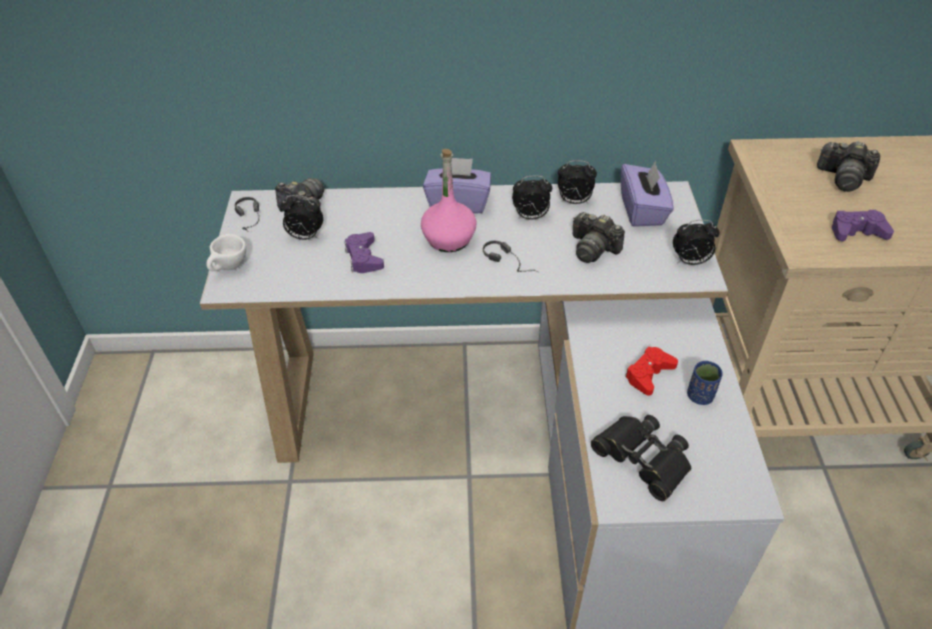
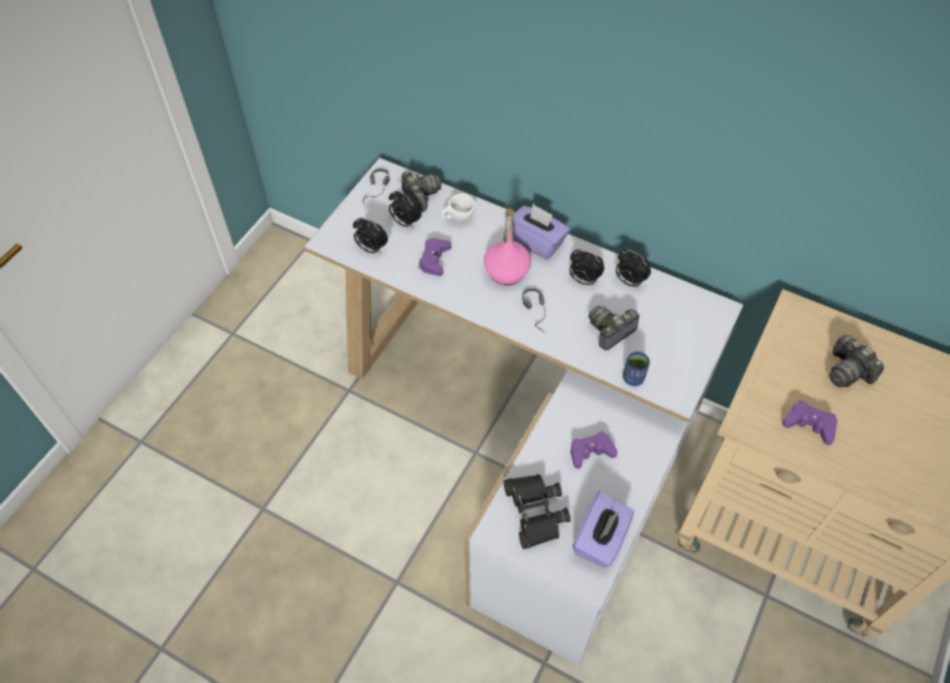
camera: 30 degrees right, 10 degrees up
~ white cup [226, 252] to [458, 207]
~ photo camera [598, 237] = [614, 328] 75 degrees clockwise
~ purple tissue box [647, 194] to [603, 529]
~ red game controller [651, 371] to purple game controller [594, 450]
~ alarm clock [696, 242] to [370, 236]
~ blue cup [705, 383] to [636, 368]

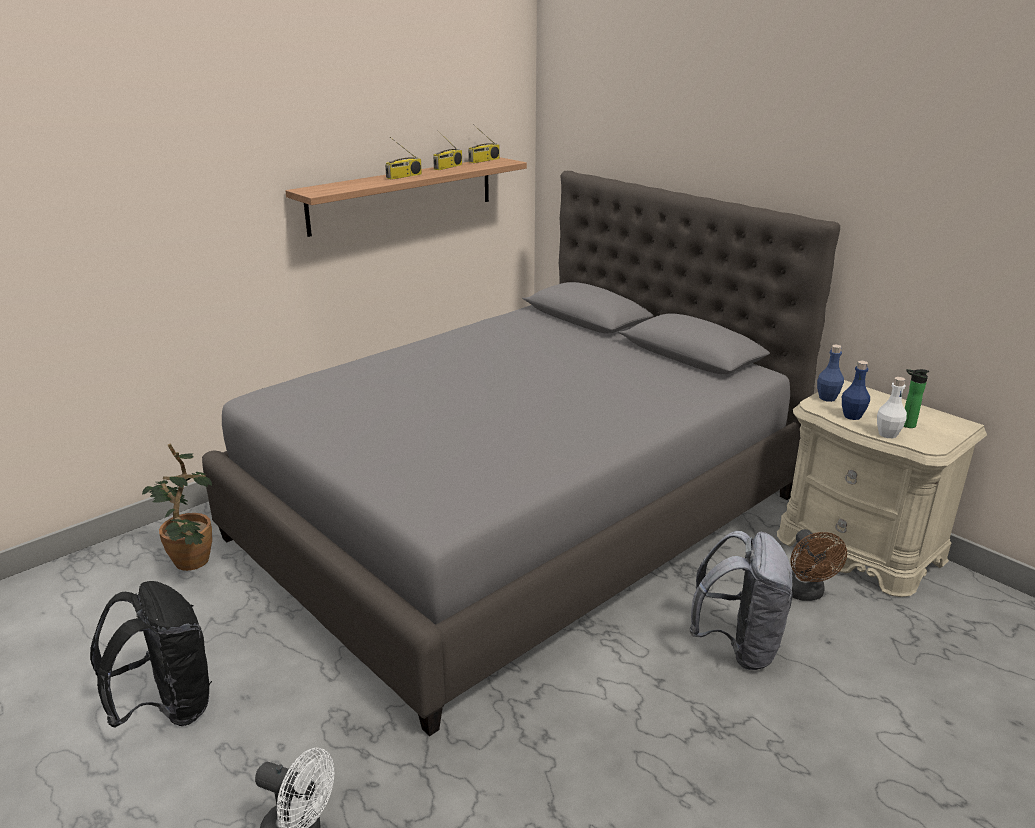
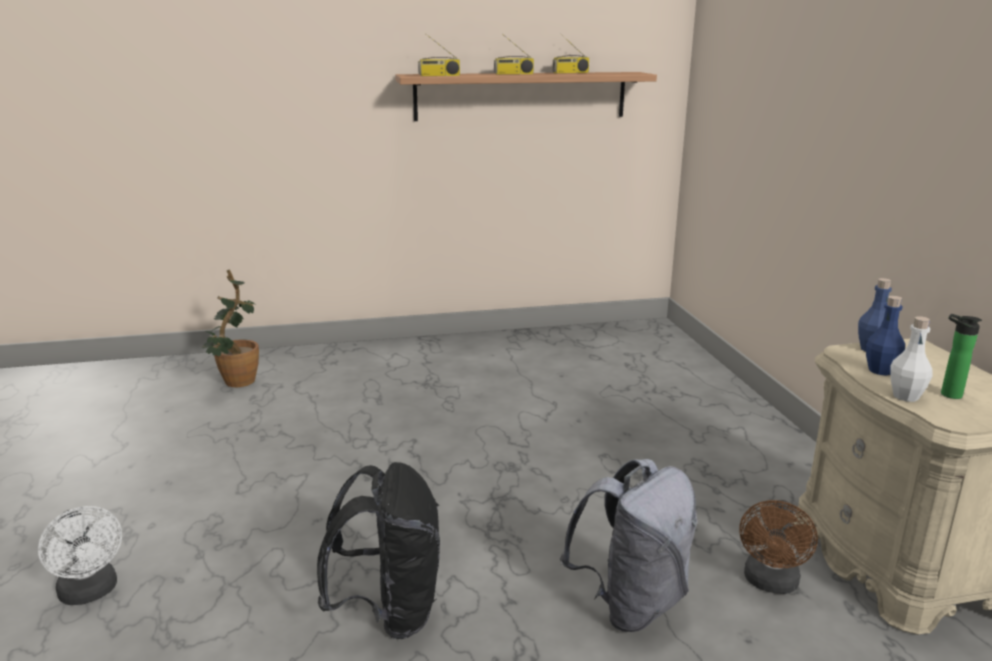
camera: 30 degrees right, 5 degrees down
~ black backpack [151, 654] to [378, 550]
- grey bed [521, 453]
~ radio [484, 143] to [439, 55]

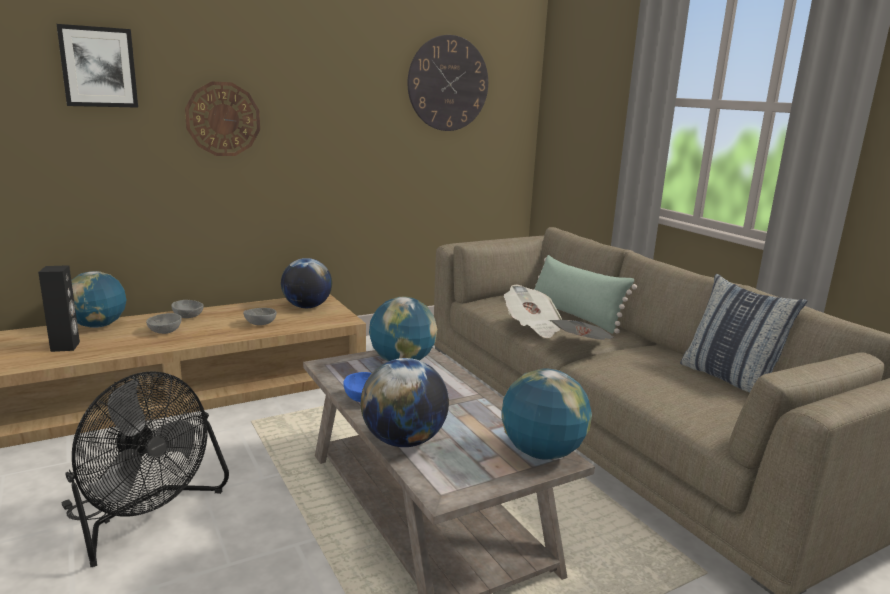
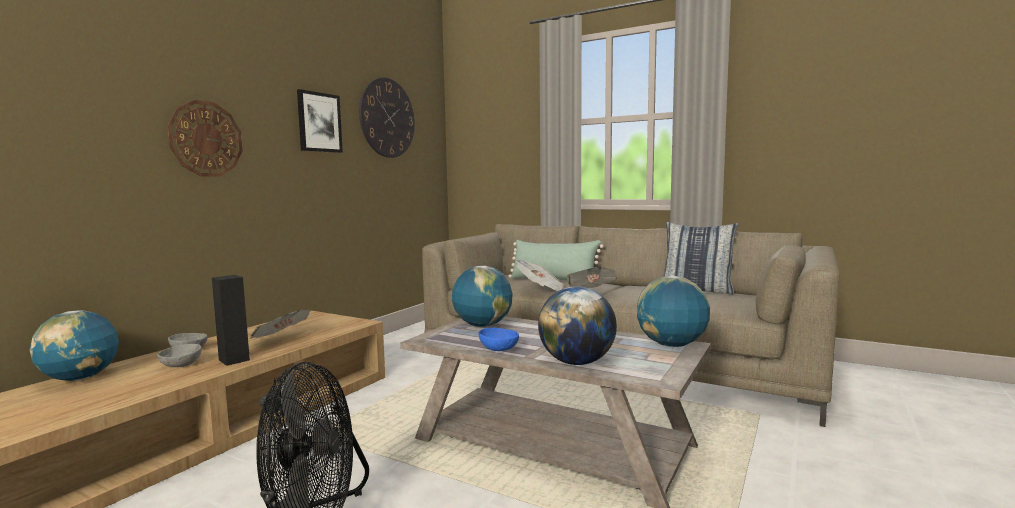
camera: 30 degrees left, 10 degrees down
~ black speaker [59, 308] to [231, 320]
~ picture [97, 66] to [320, 121]
~ grey bowl [260, 316] to newspaper [280, 324]
- globe [306, 283]

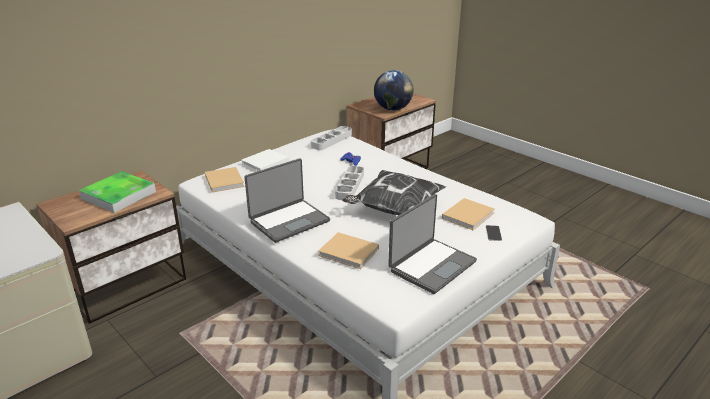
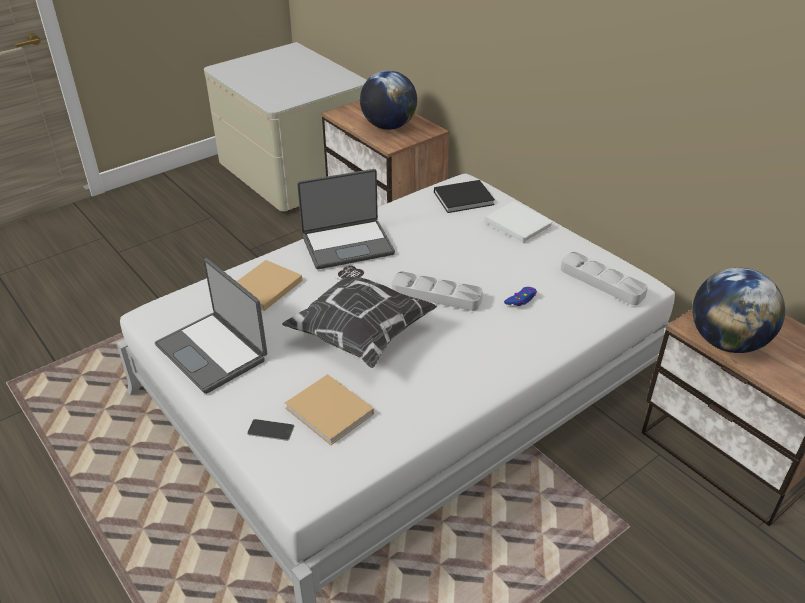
camera: 95 degrees right, 10 degrees up
~ tray [117, 192] to globe [388, 100]
~ beige book [225, 179] to black book [464, 196]
~ laptop [287, 200] = [346, 219] 75 degrees counterclockwise

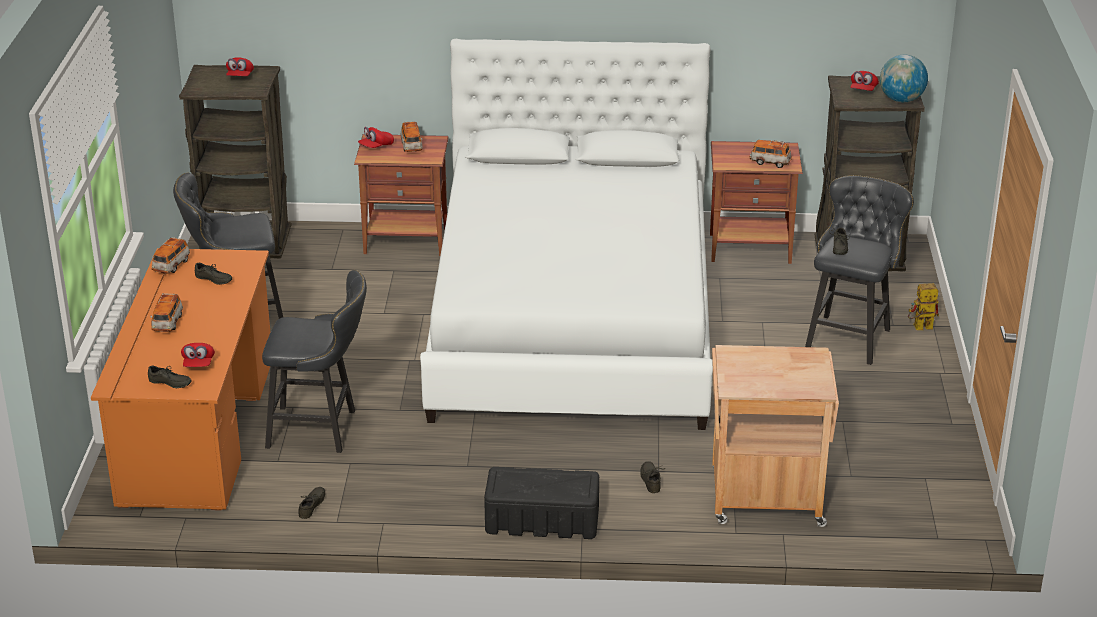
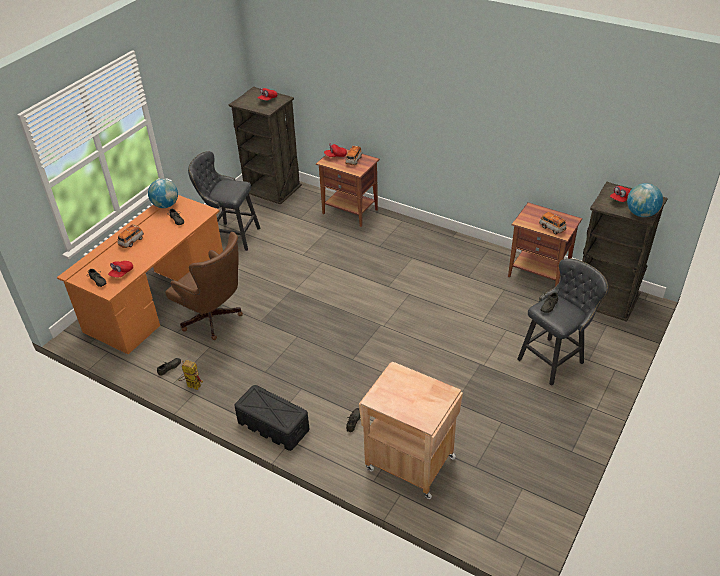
camera: 30 degrees right, 10 degrees up
~ toy car [171, 255] to globe [163, 193]
~ grey stool [314, 361] to brown office chair [204, 286]
- white bed [566, 234]
~ toy robot [923, 306] to [190, 375]

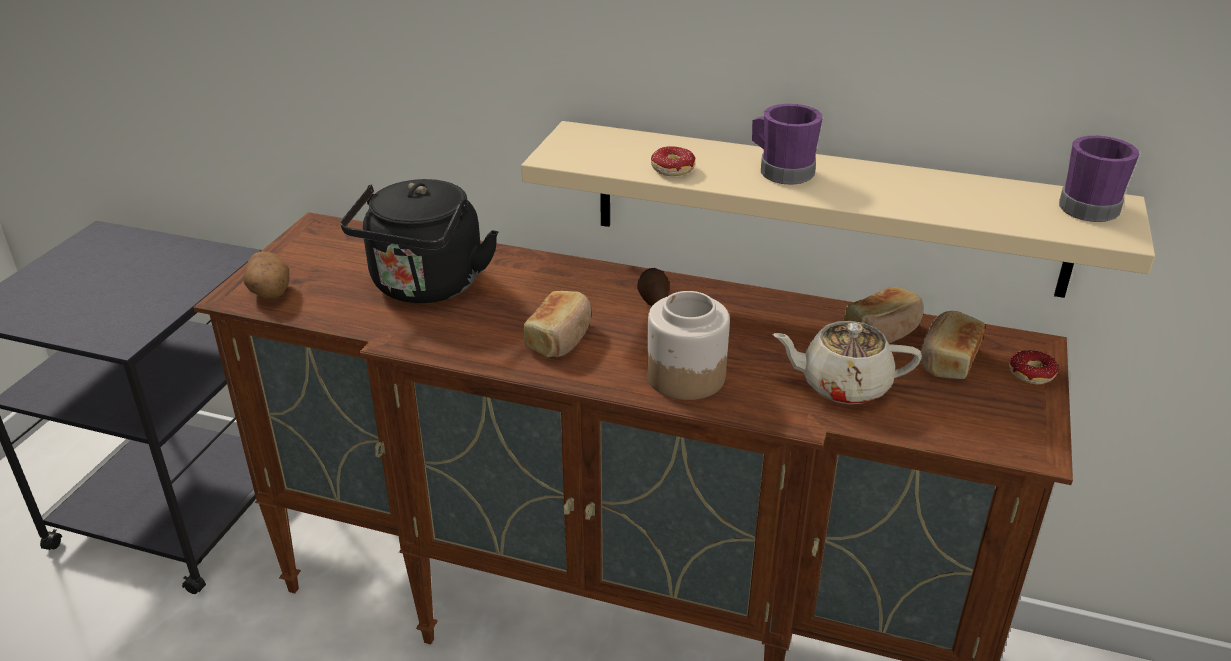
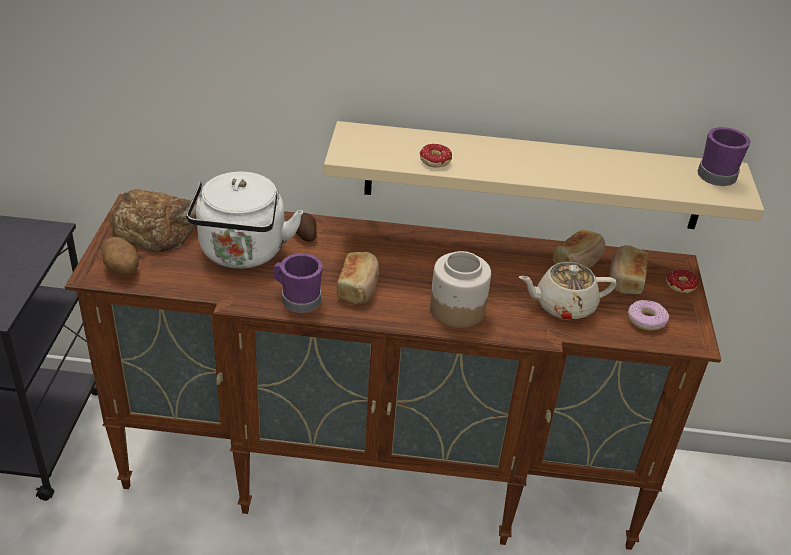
camera: 15 degrees left, 5 degrees up
~ black kettle [419, 241] to white kettle [244, 220]
~ potato [653, 287] to [306, 227]
~ purple mug [787, 144] to [297, 283]
+ bread [152, 220]
+ donut [648, 315]

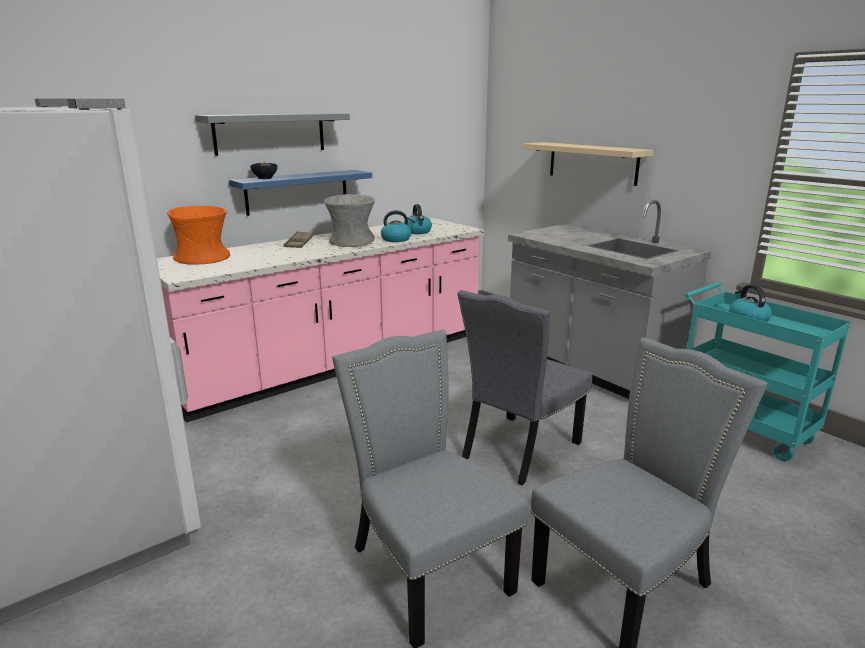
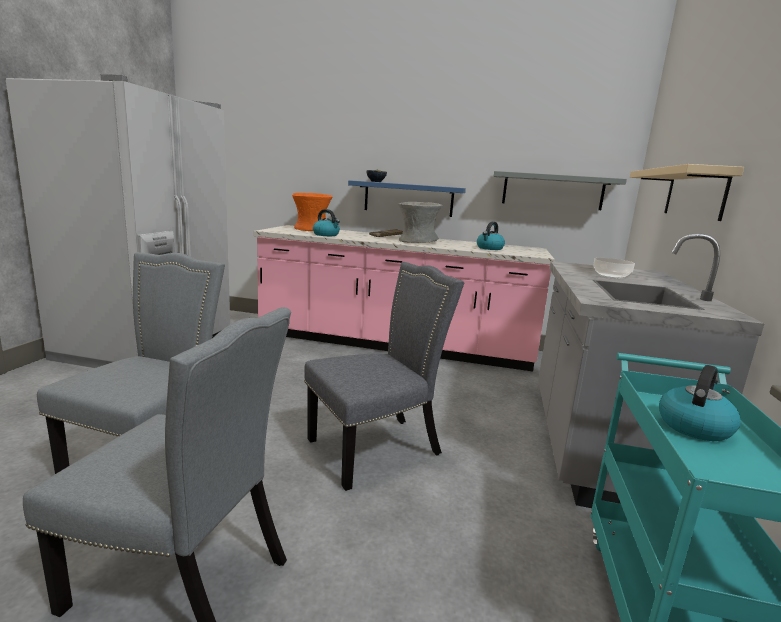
camera: 50 degrees right, 5 degrees down
~ grey shelf [272, 134] to [560, 190]
~ kettle [398, 226] to [326, 222]
~ grey chair [524, 387] = [384, 376] 150 degrees clockwise
+ bowl [614, 268]

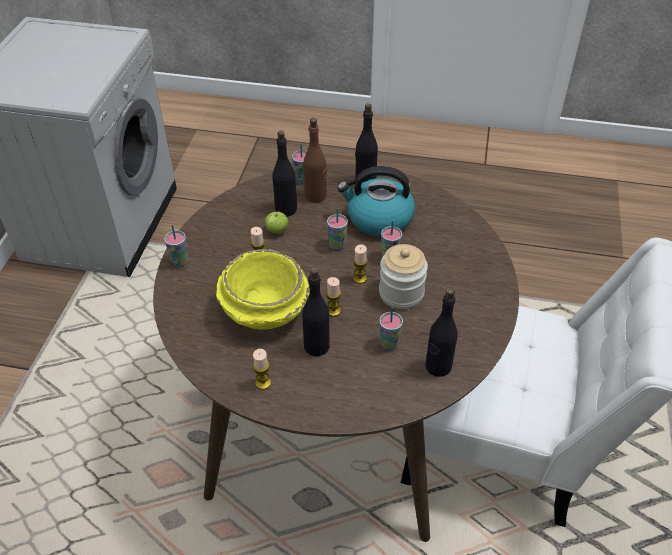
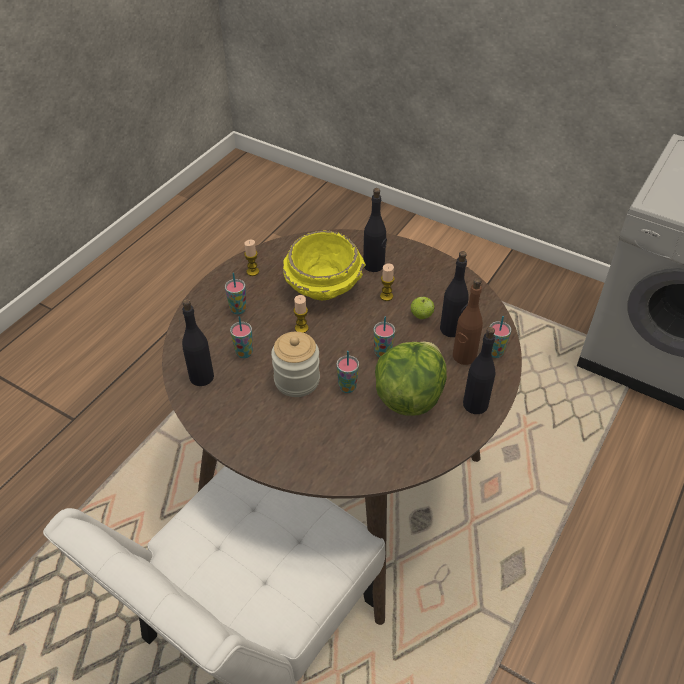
camera: 110 degrees right, 0 degrees up
~ cup [176, 246] to [235, 293]
~ black bottle [316, 311] to [375, 230]
~ kettle [376, 201] to lettuce [411, 378]
- candle [360, 264]

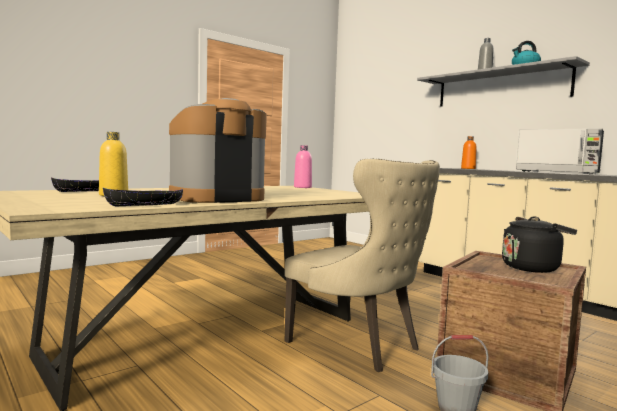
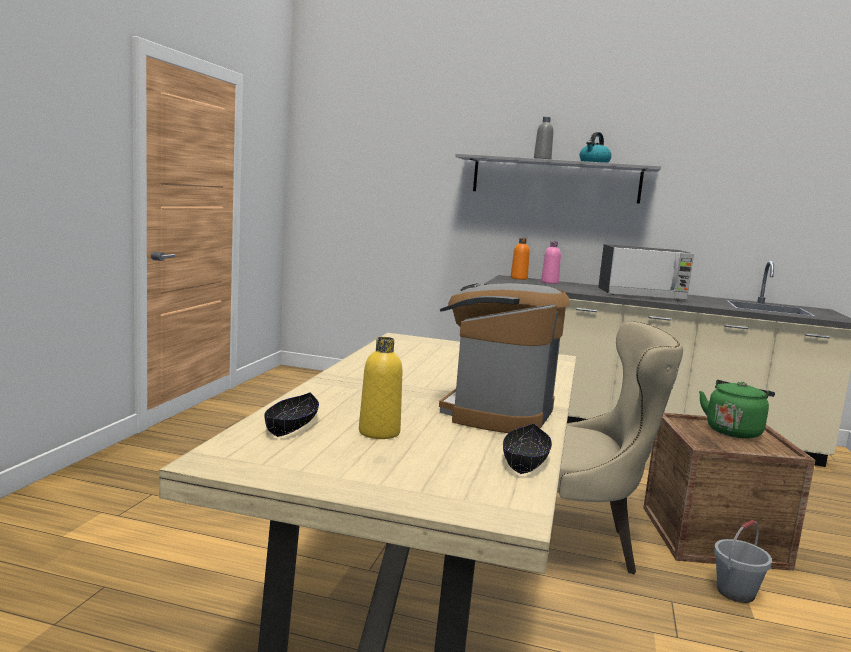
camera: 35 degrees left, 5 degrees up
~ pink bottle [303, 166] to [551, 262]
~ black kettle [539, 244] to green kettle [737, 409]

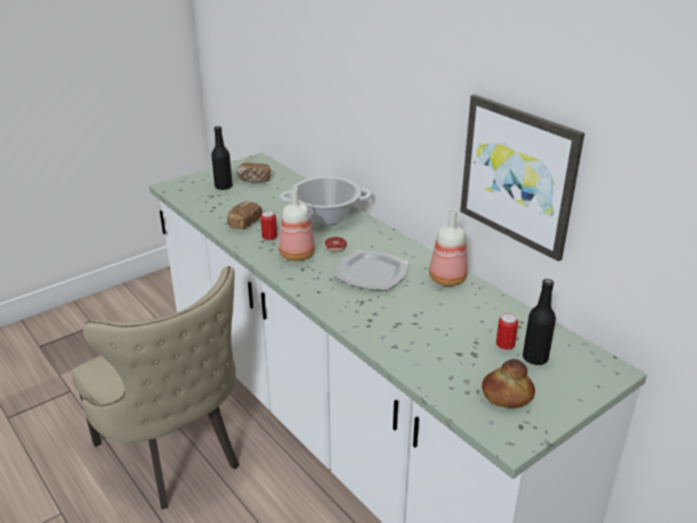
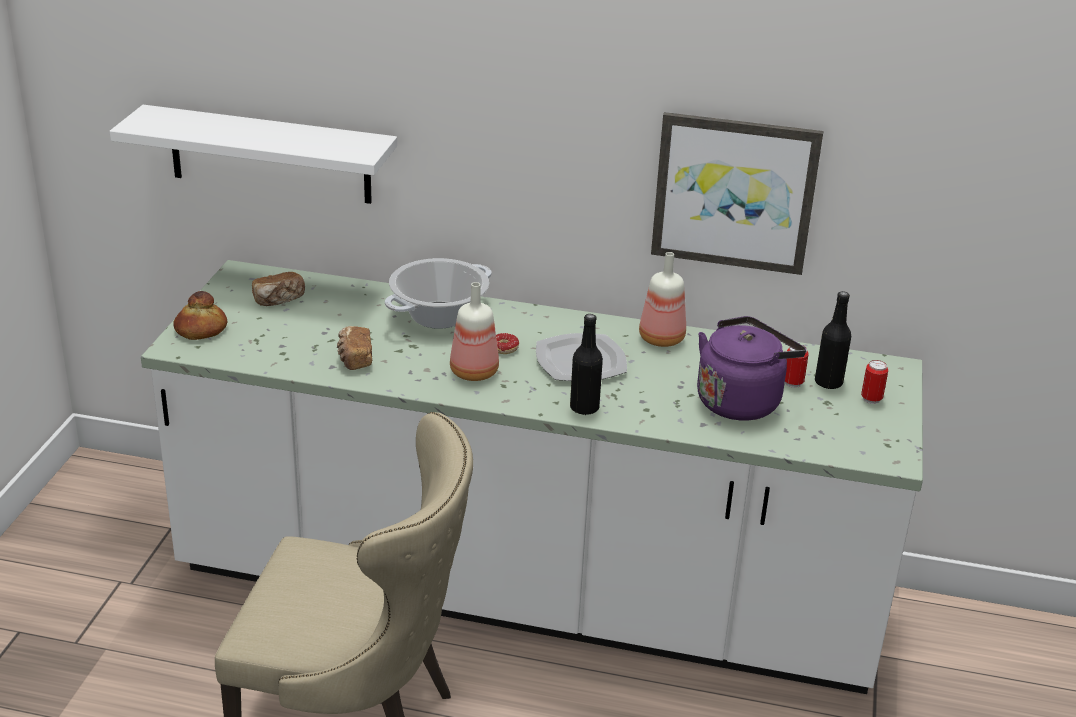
camera: 40 degrees left, 0 degrees up
~ black bottle [221, 158] to [586, 364]
~ can [269, 226] to [874, 382]
~ bread [508, 383] to [200, 315]
+ white shelf [253, 154]
+ purple kettle [751, 368]

